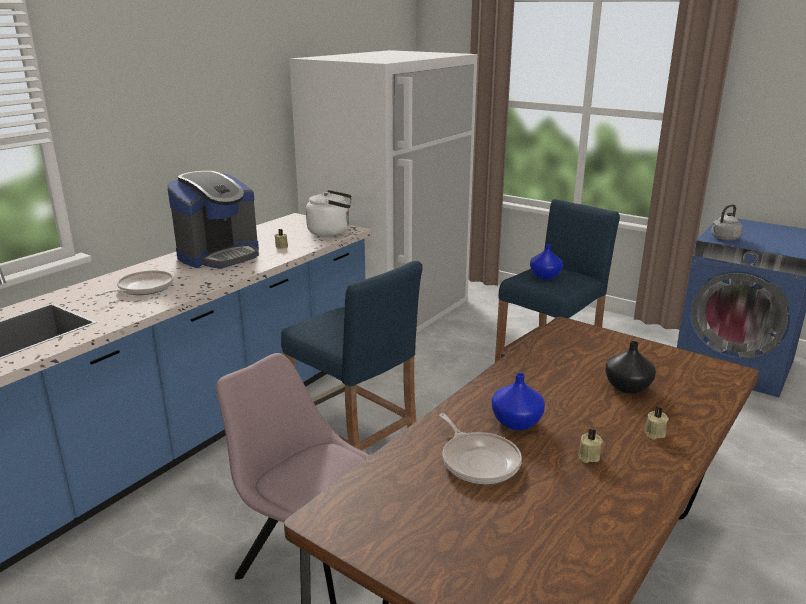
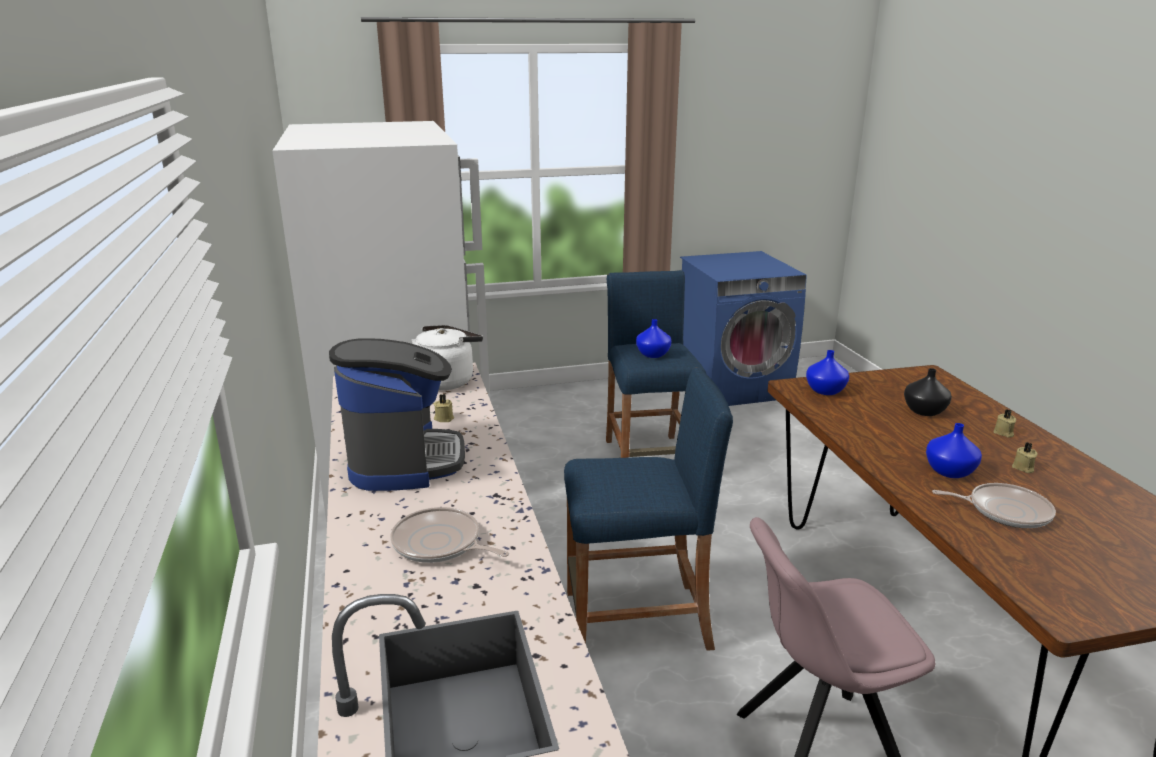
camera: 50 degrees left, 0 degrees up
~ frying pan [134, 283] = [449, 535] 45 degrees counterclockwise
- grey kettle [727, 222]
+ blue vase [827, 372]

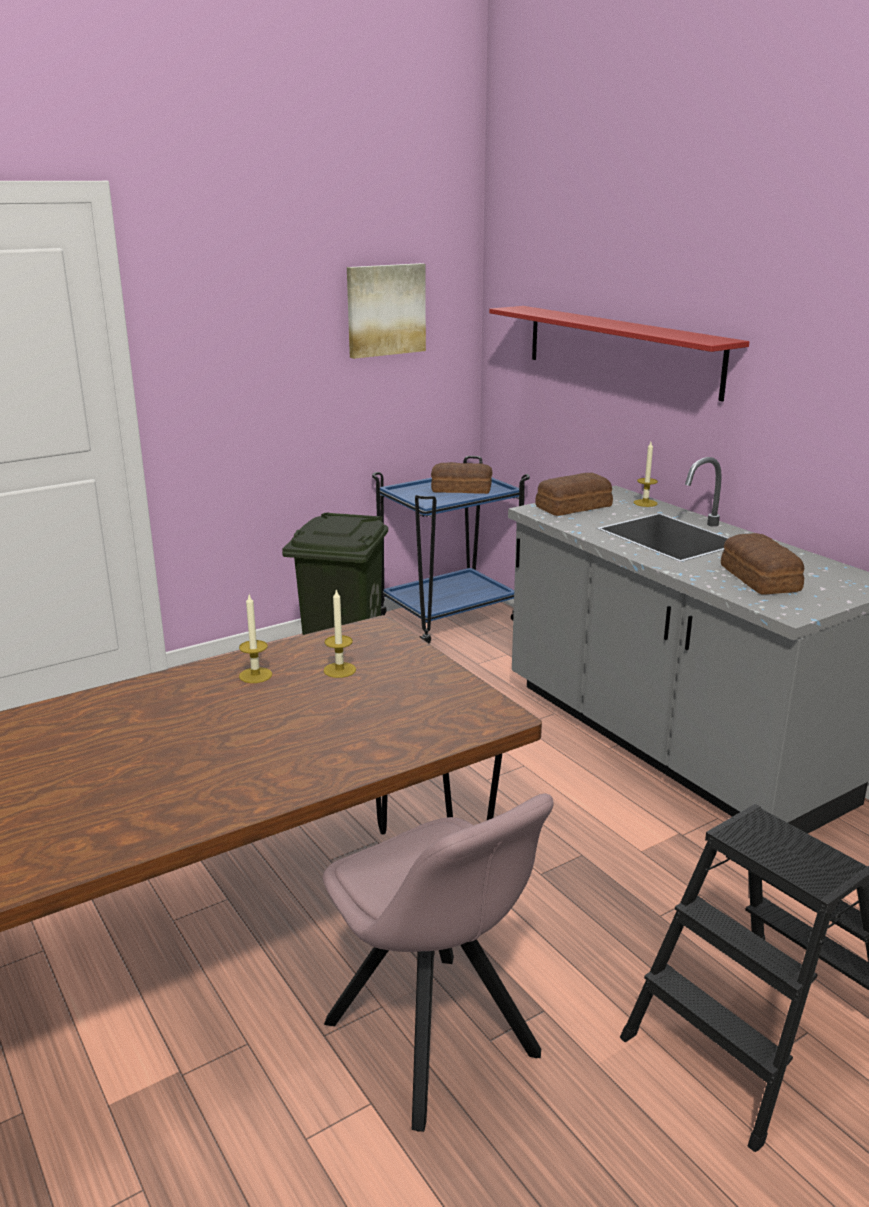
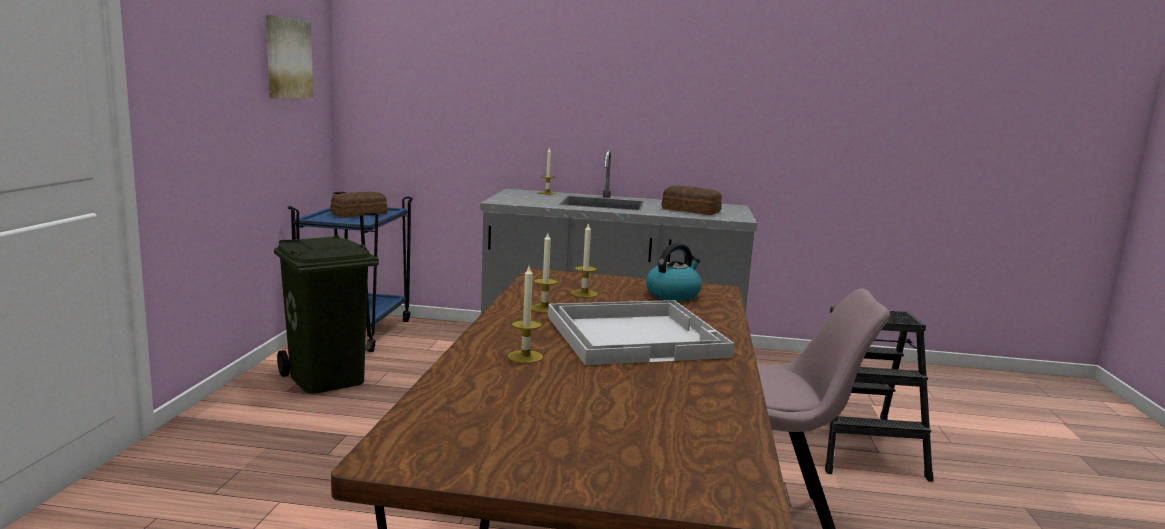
camera: 50 degrees left, 10 degrees down
- red shelf [619, 354]
- bread [574, 494]
+ candle [525, 314]
+ white tray [641, 332]
+ kettle [674, 272]

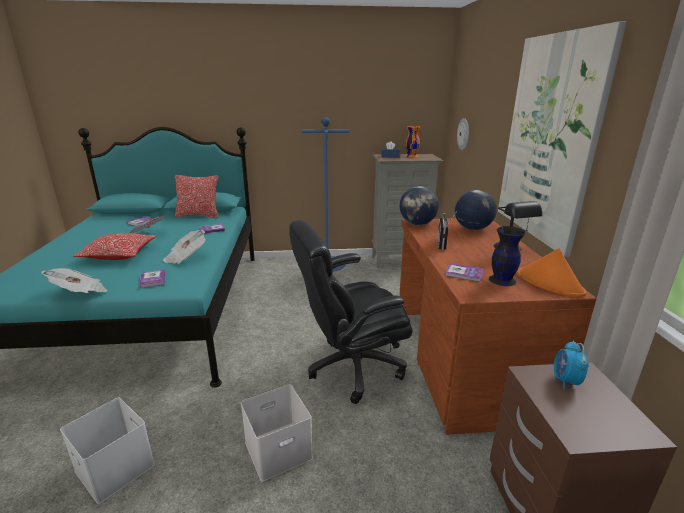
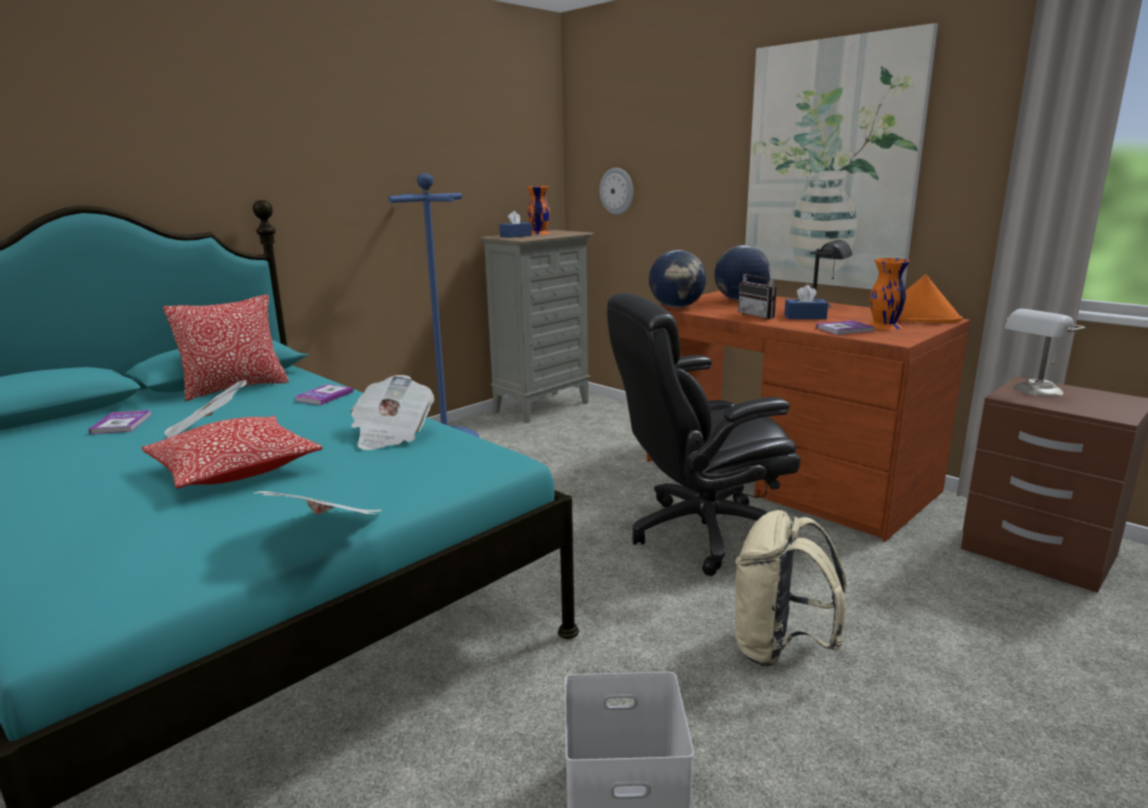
camera: 40 degrees left, 5 degrees down
- book [152, 279]
~ white storage box [277, 433] to beige backpack [790, 588]
~ black office chair [350, 312] = [704, 434] 45 degrees clockwise
~ black vase [507, 256] to orange vase [889, 294]
~ alarm clock [571, 365] to white table lamp [1045, 352]
+ blue tissue box [806, 302]

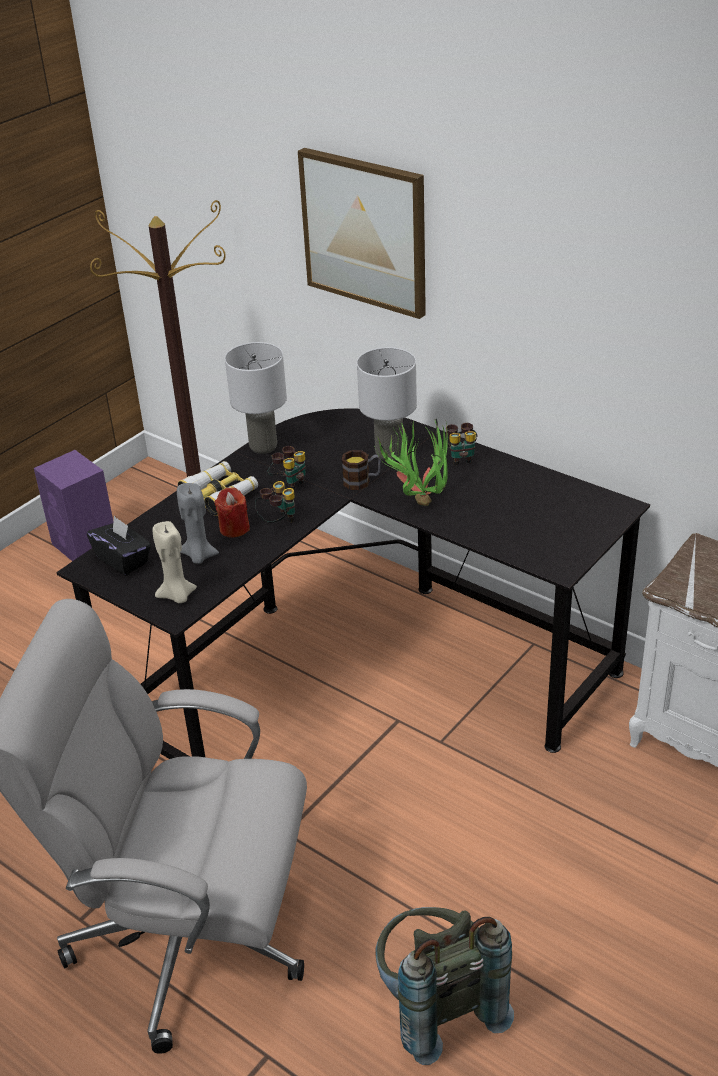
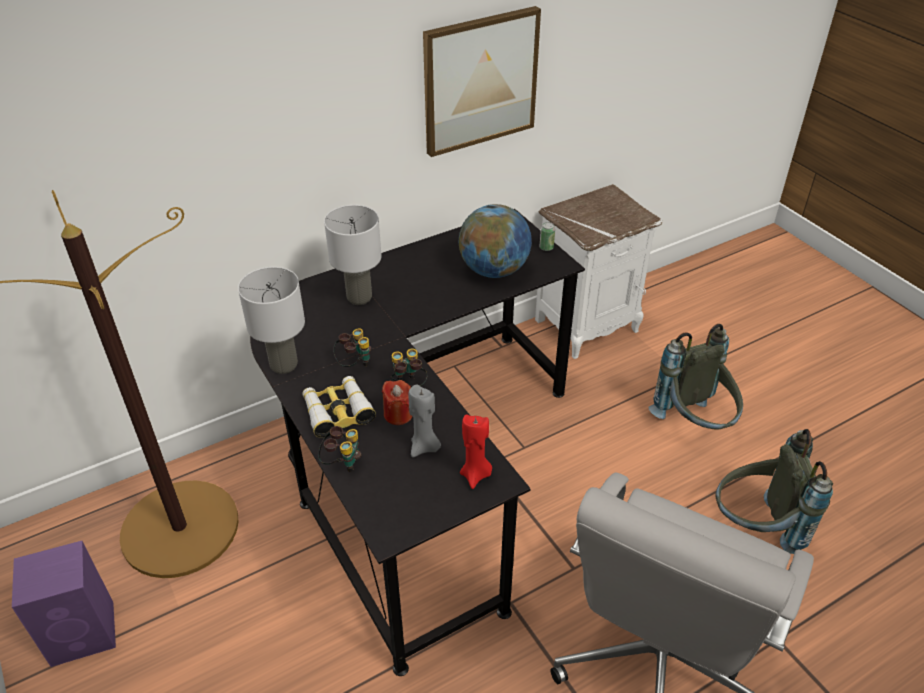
camera: 70 degrees left, 5 degrees up
- black tissue box [119, 545]
~ beige candle [175, 562] to red candle [476, 451]
~ picture [362, 233] to [482, 81]
- mug [361, 470]
- potted plant [412, 462]
~ binoculars [460, 444] to [339, 449]
+ globe [495, 241]
+ can [547, 236]
+ grey backpack [696, 377]

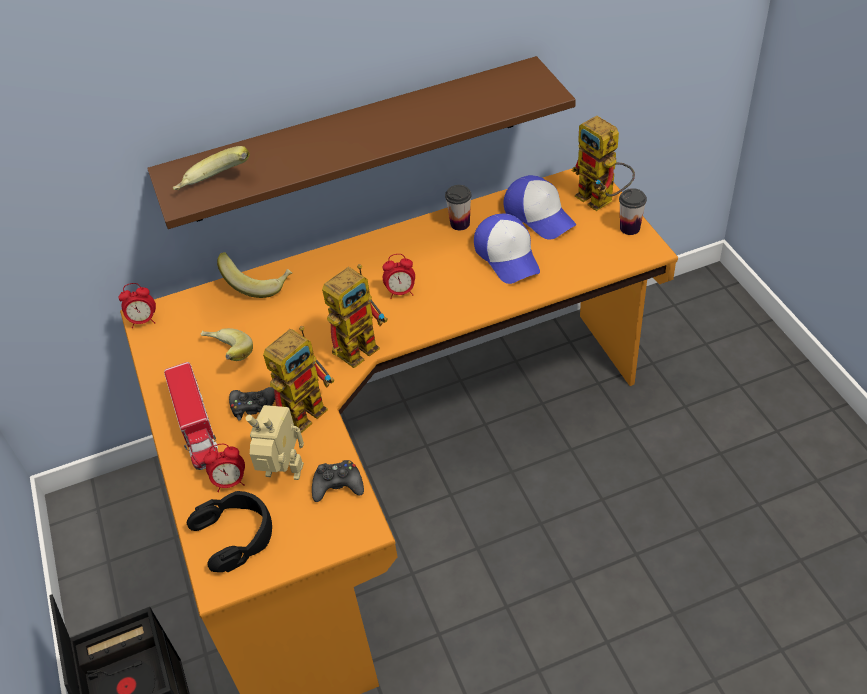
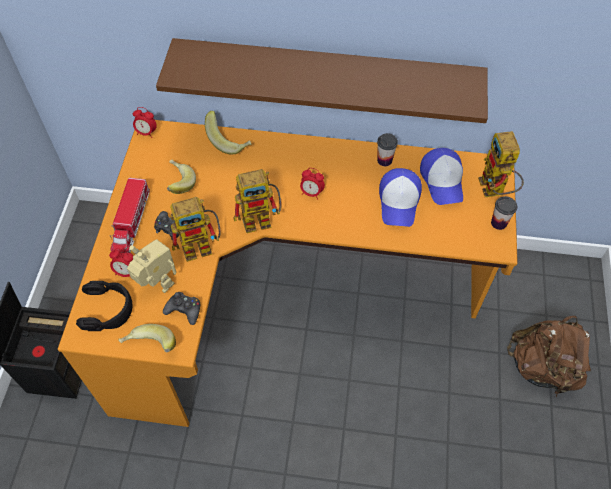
camera: 25 degrees right, 10 degrees up
~ banana [211, 168] to [147, 338]
+ brown backpack [549, 356]

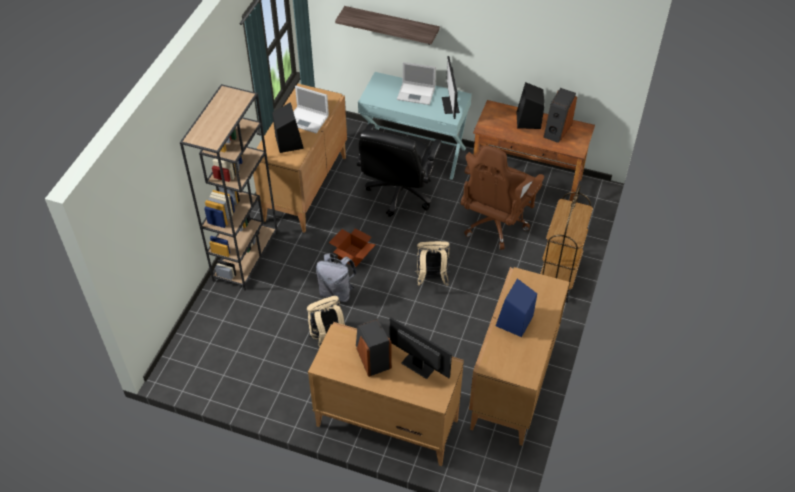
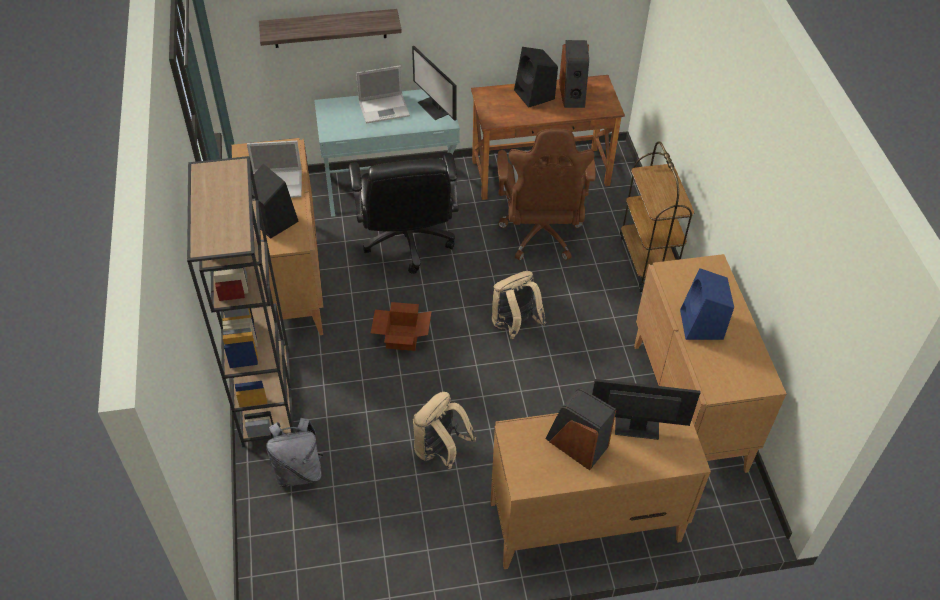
camera: 30 degrees left, 0 degrees up
~ grey backpack [336, 278] to [294, 452]

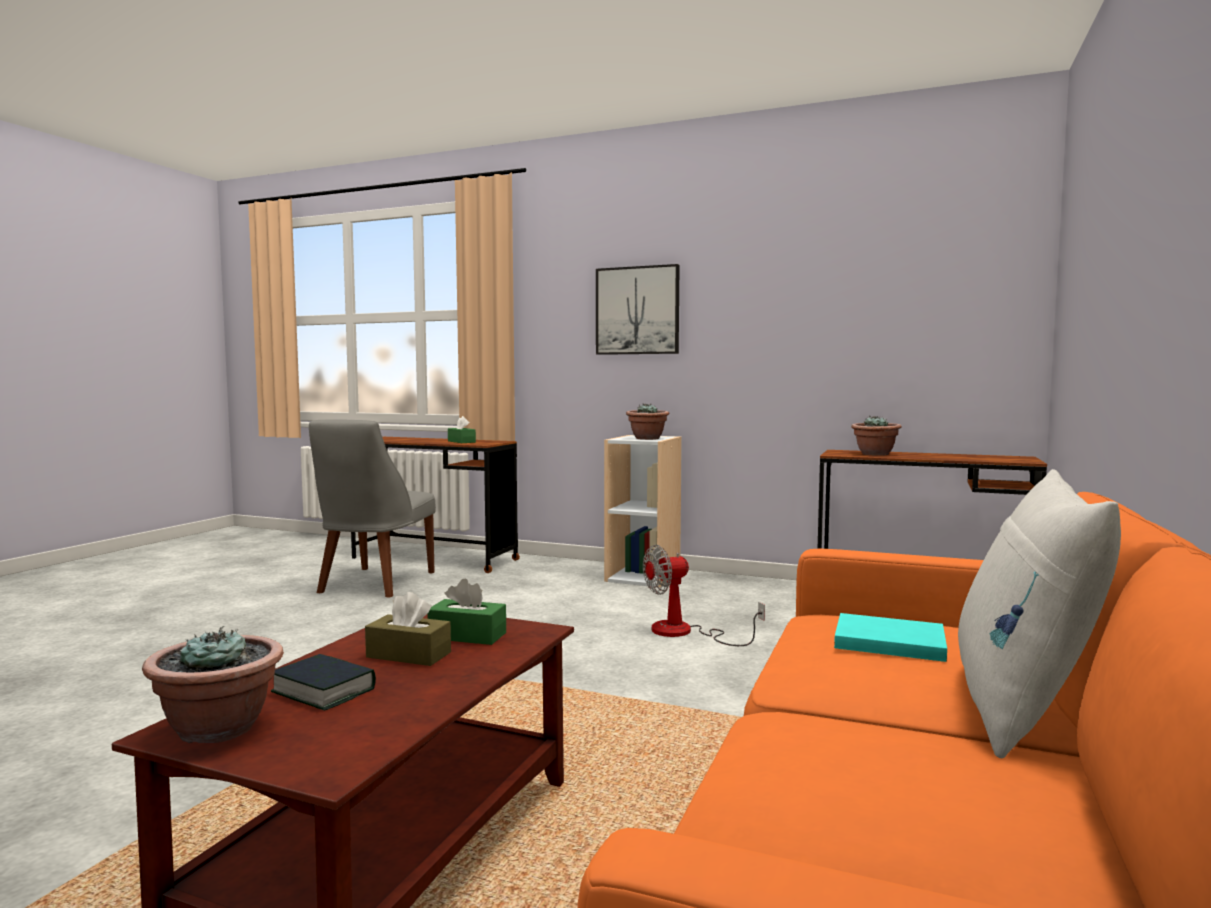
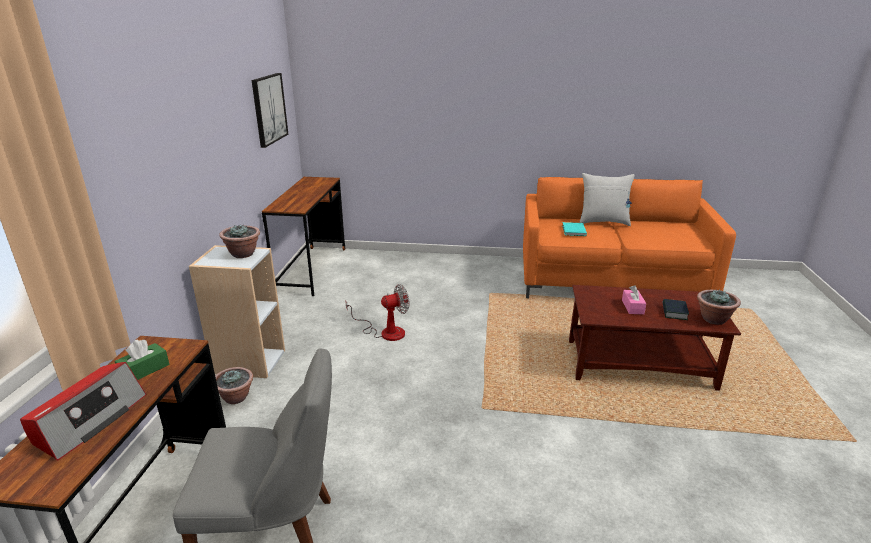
camera: 105 degrees left, 20 degrees up
~ brown tissue box [408, 629] to pink tissue box [634, 299]
- green tissue box [466, 611]
~ picture [638, 309] to [270, 110]
~ fan [704, 595] = [377, 312] 75 degrees counterclockwise
~ potted plant [876, 436] to [234, 385]
+ radio [83, 411]

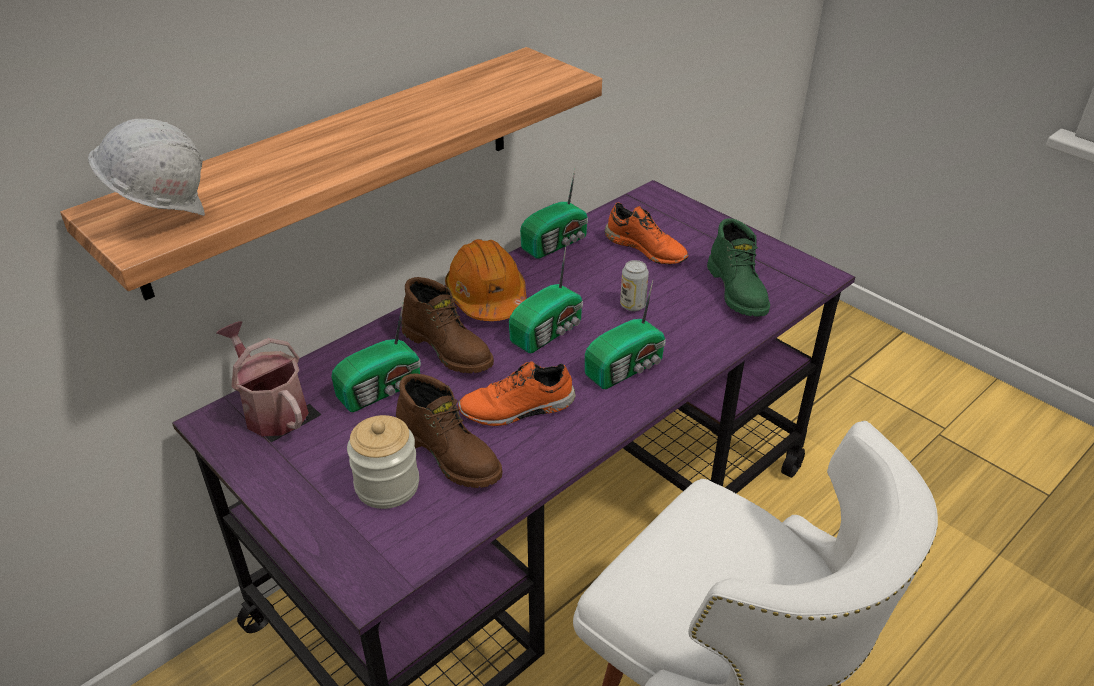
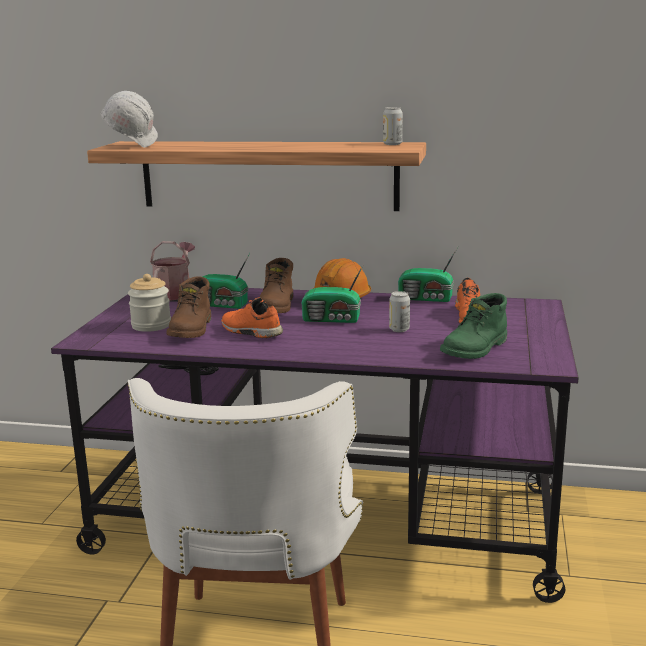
camera: 55 degrees right, 20 degrees down
- radio [625, 334]
+ can [393, 126]

